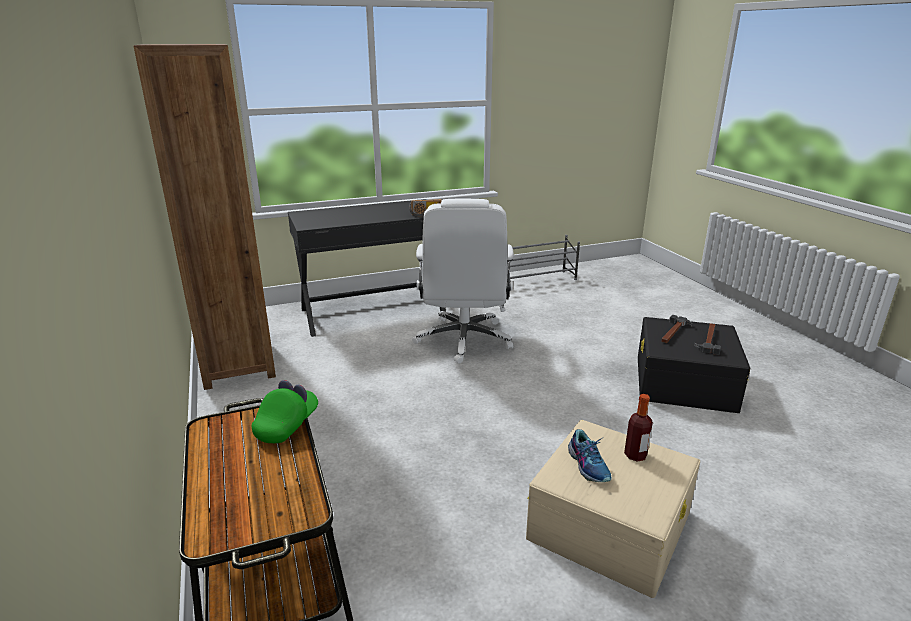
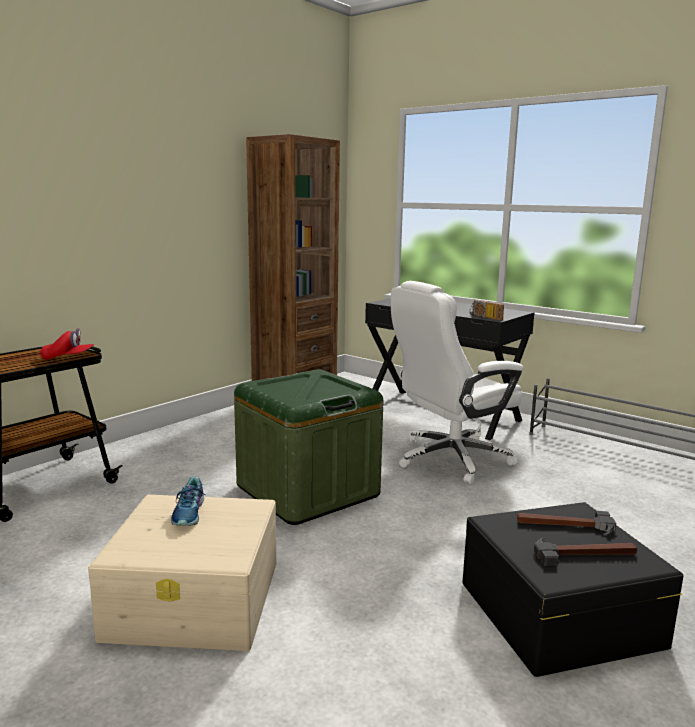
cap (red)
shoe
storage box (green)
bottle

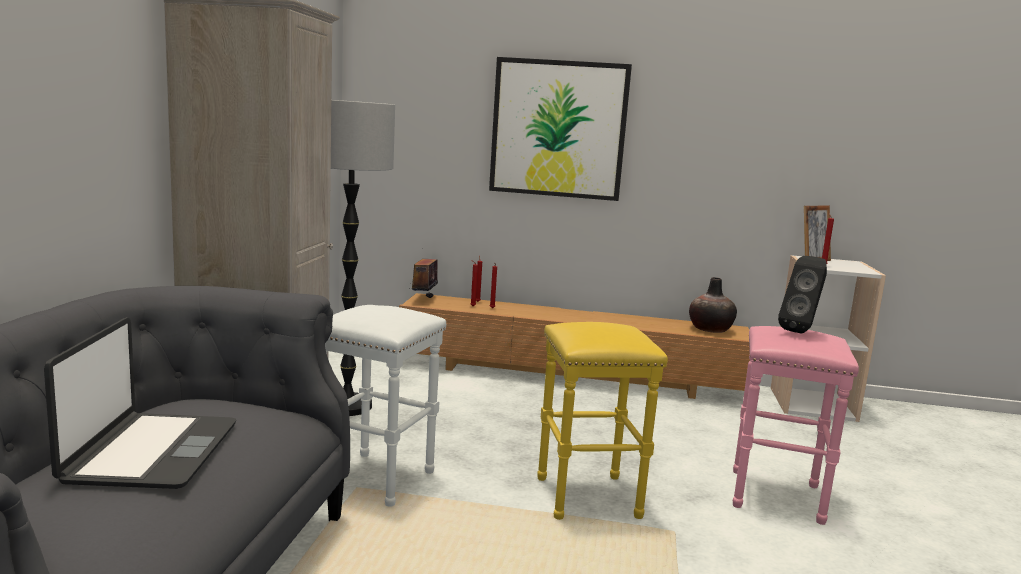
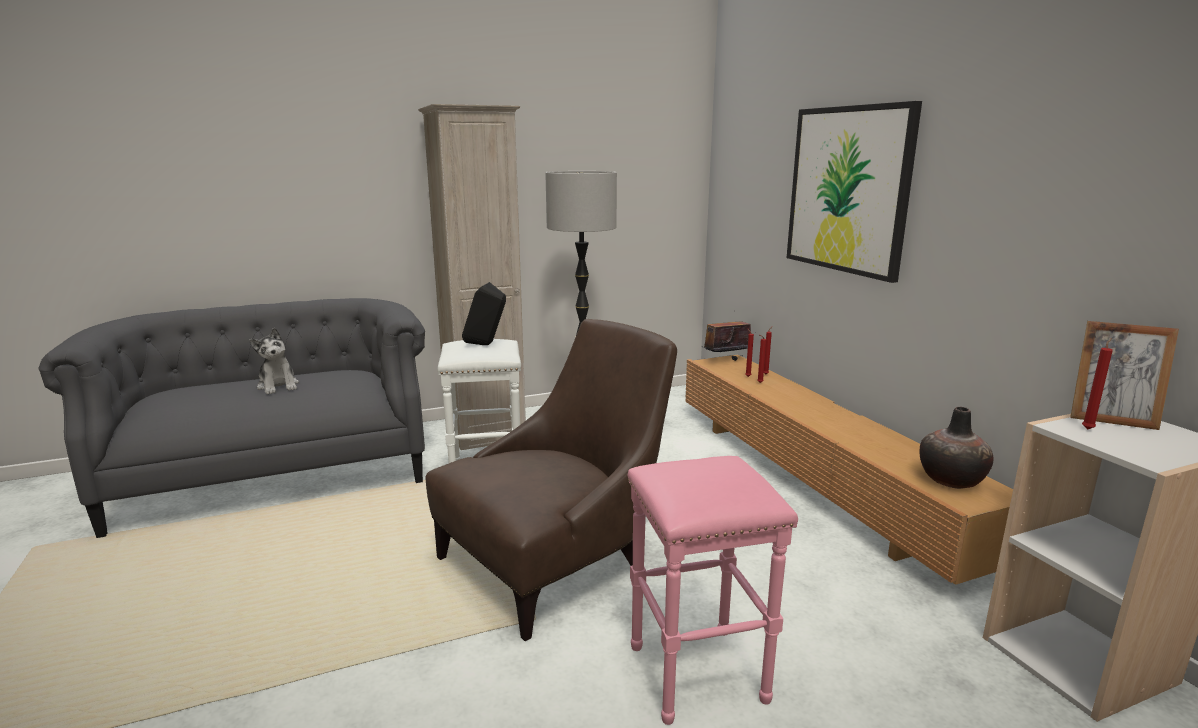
plush toy
armchair (brown)
speaker (black)

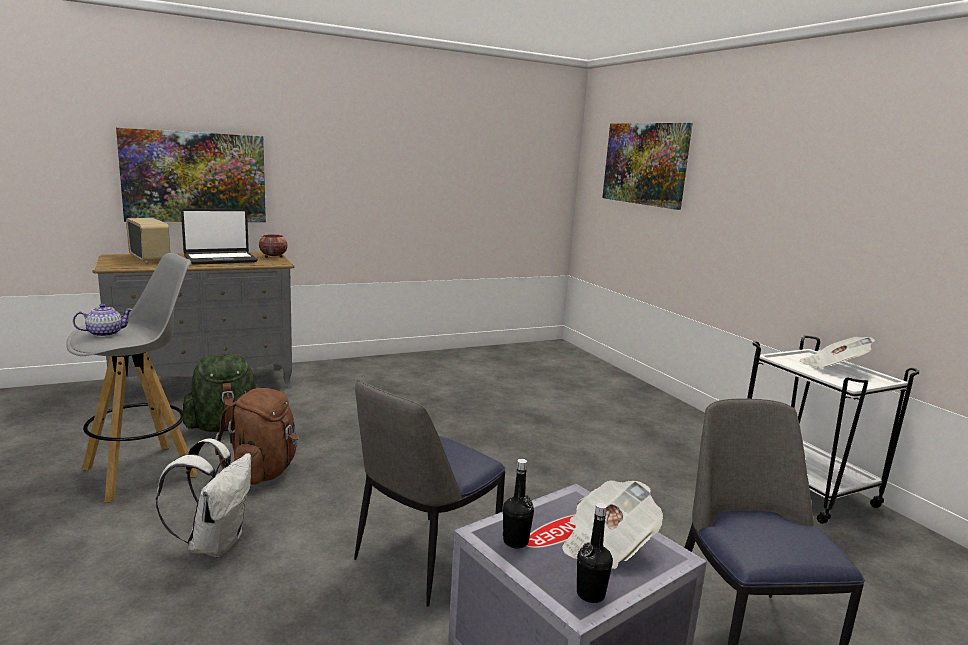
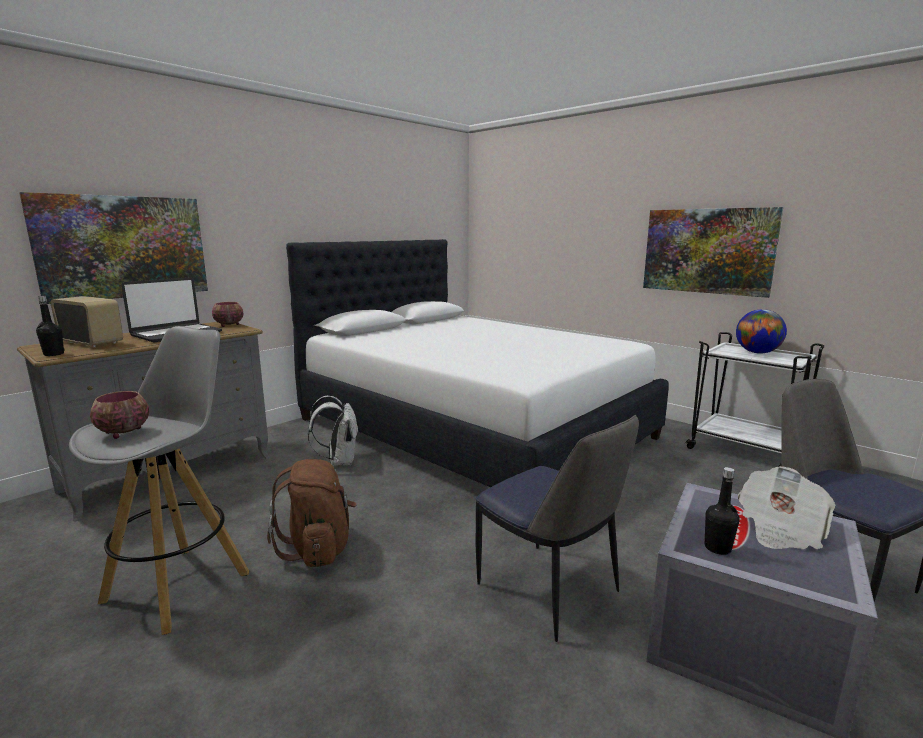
bottle (black) (1st from left)
bowl (1st from left)
bed (white)
backpack (white)
chair (1st from left)
picture (2nd from left)
globe
backpack (green)

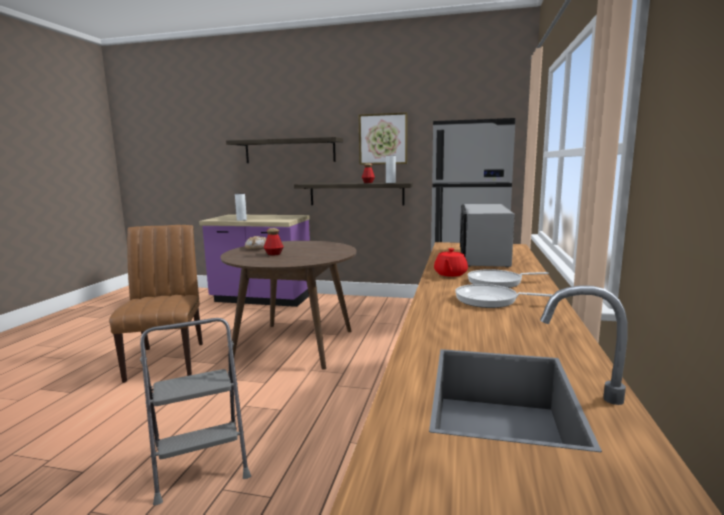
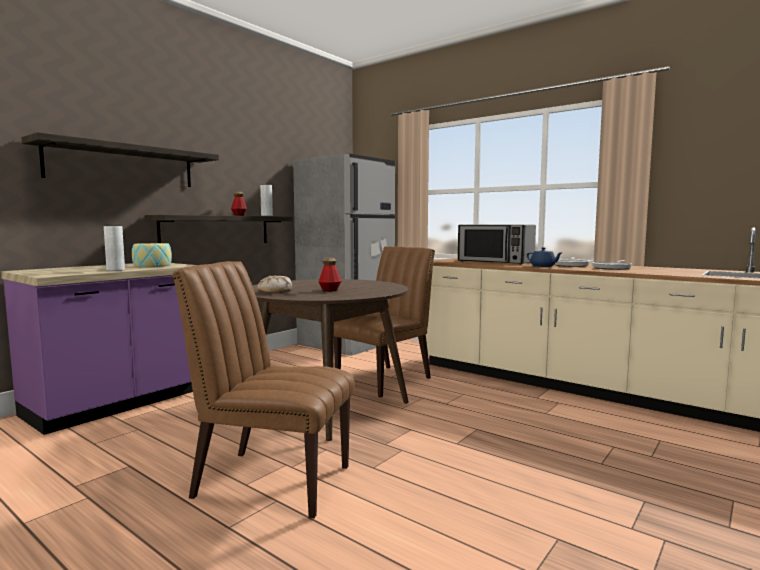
bowl
chair (brown) (2nd from left)
teapot (blue)
step ladder (grey)
picture

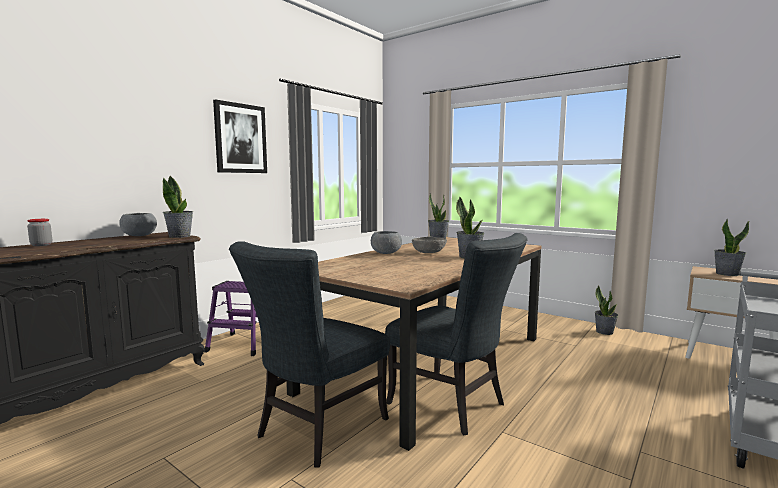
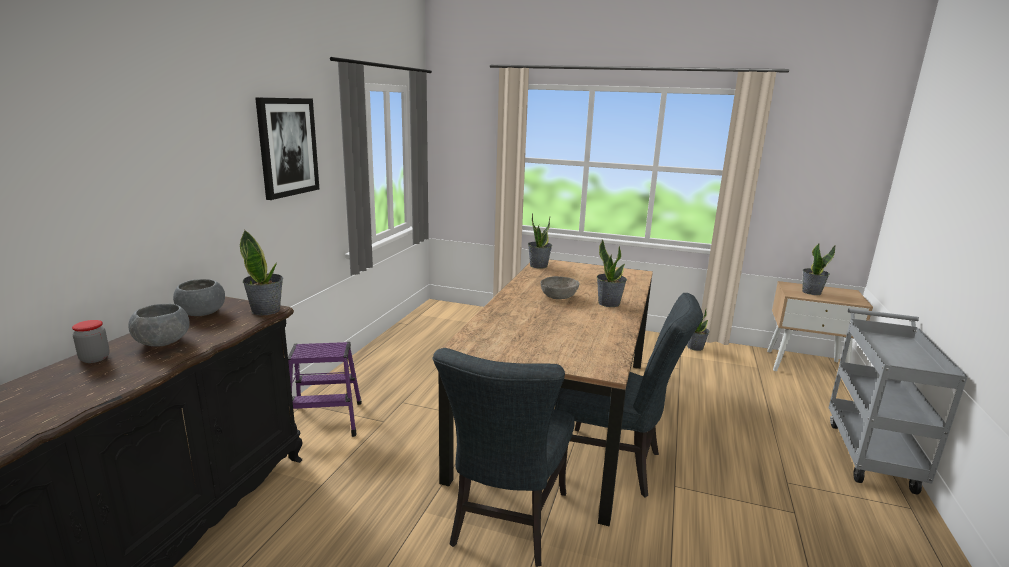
bowl (grey) (1st from left)

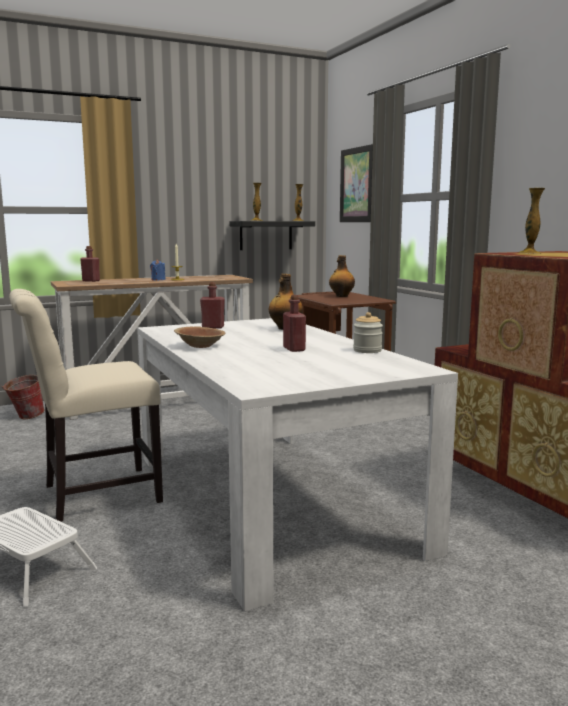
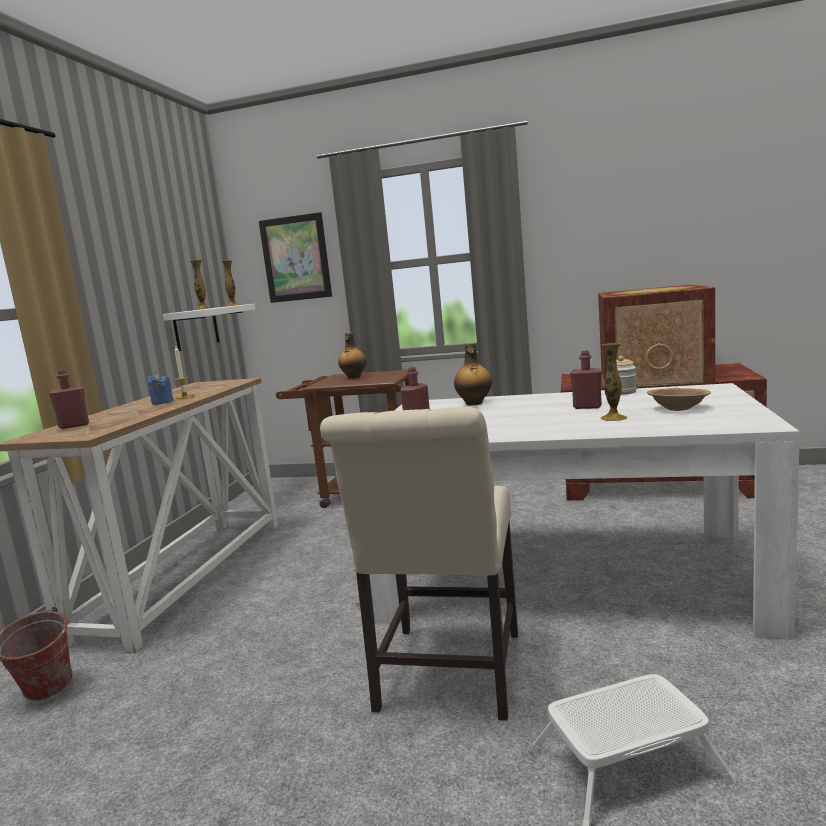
shelf (white)
vase (3rd from left)
bowl (brown)

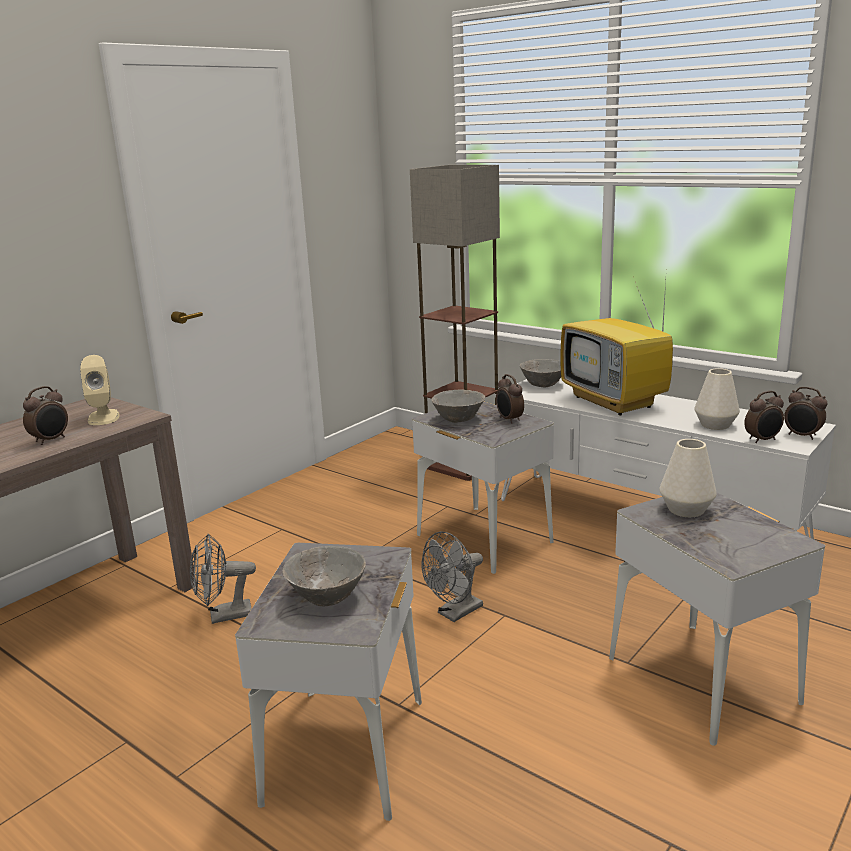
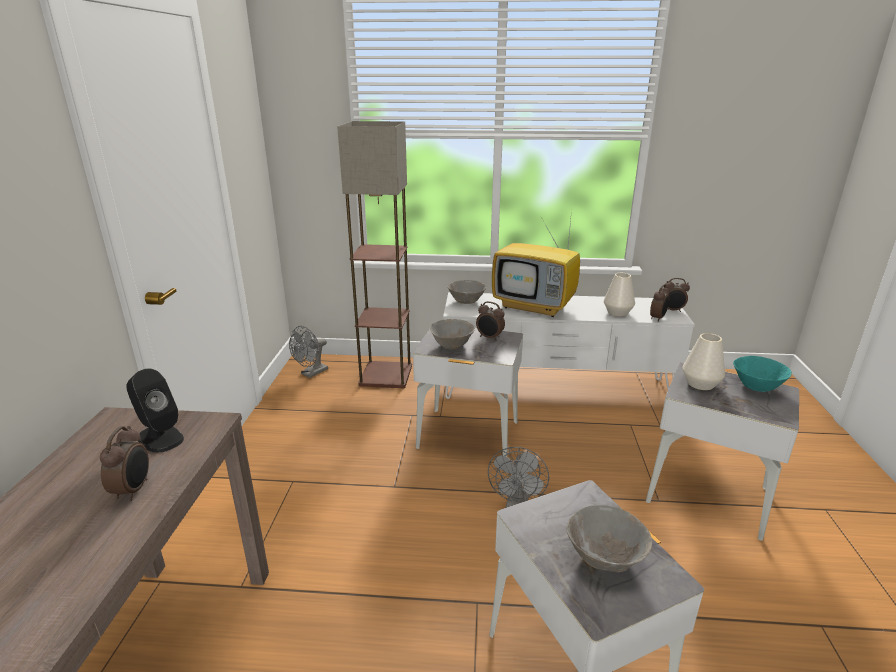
speaker (black)
fan (grey) (1st from left)
bowl (turquoise)

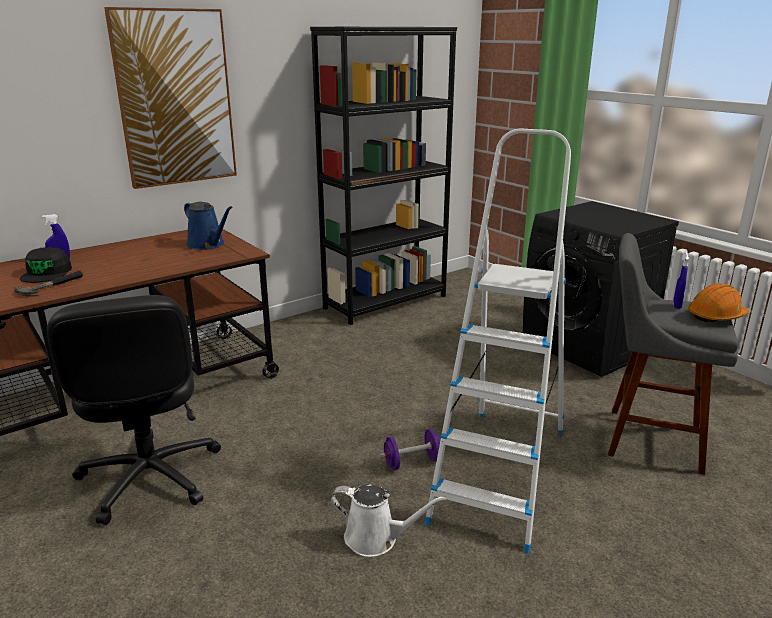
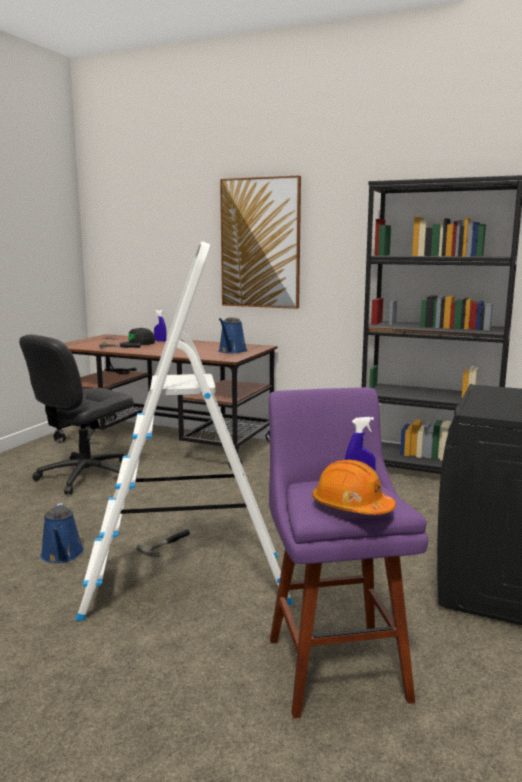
watering can (blue) (1st from left)
hammer (2nd from left)
stool (purple)

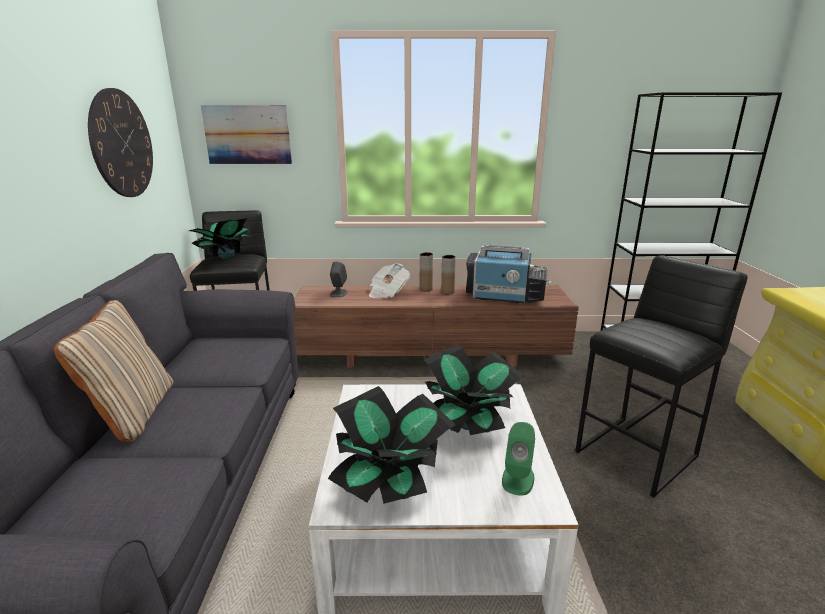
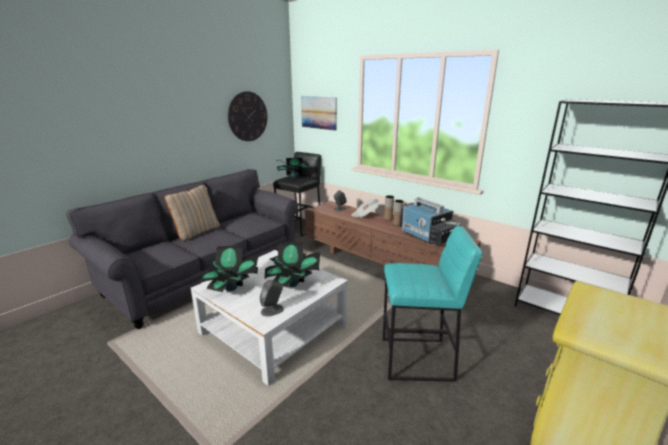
speaker (grey) (1st from left)
stool (turquoise)

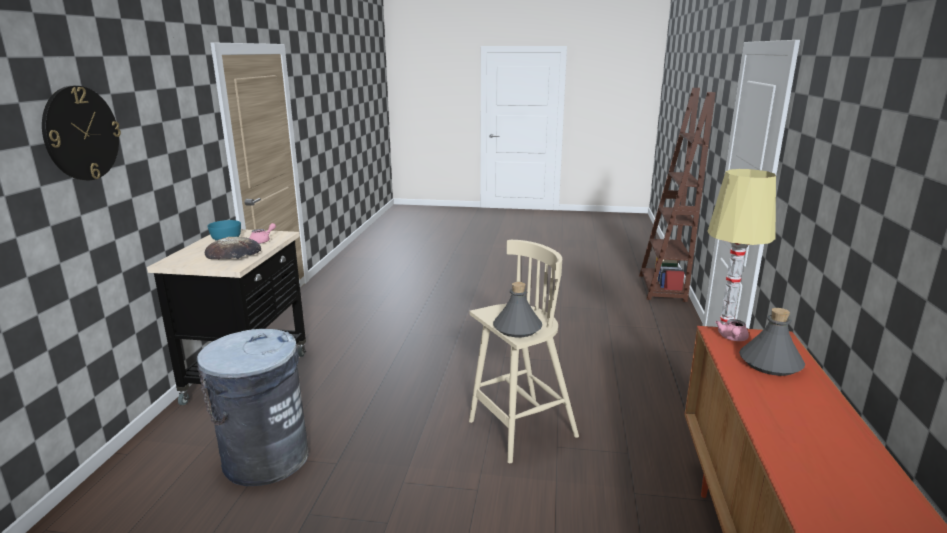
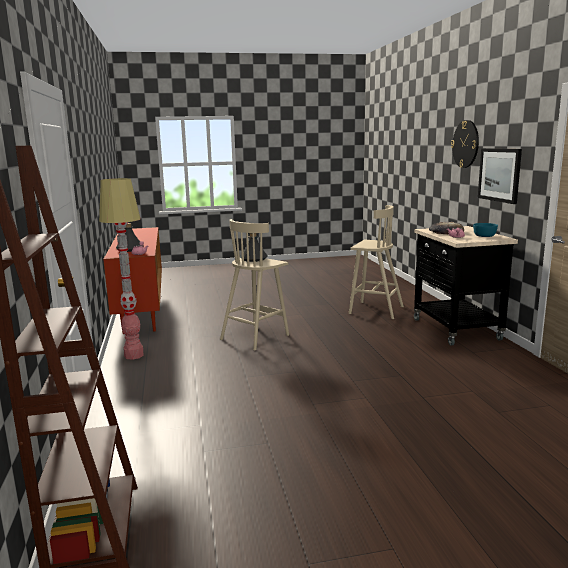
stool (beige) (2nd from left)
picture

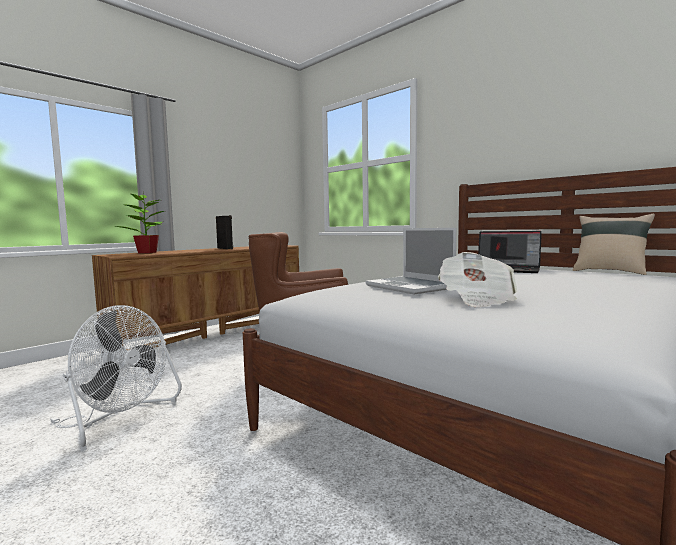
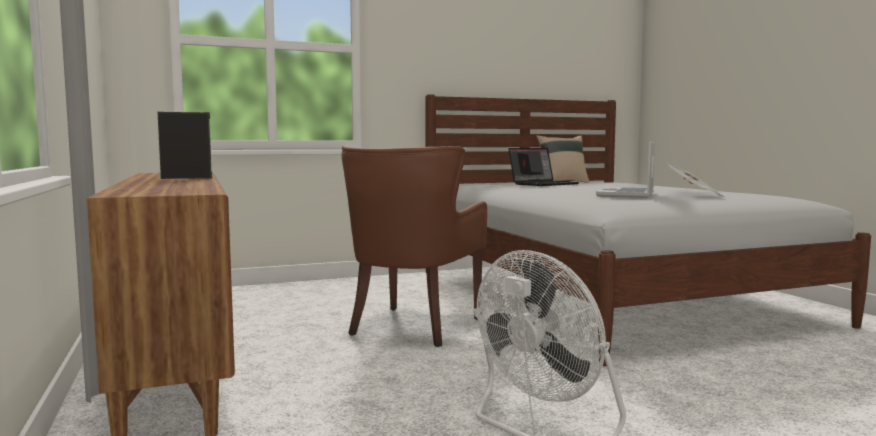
laptop (2nd from left)
potted plant

